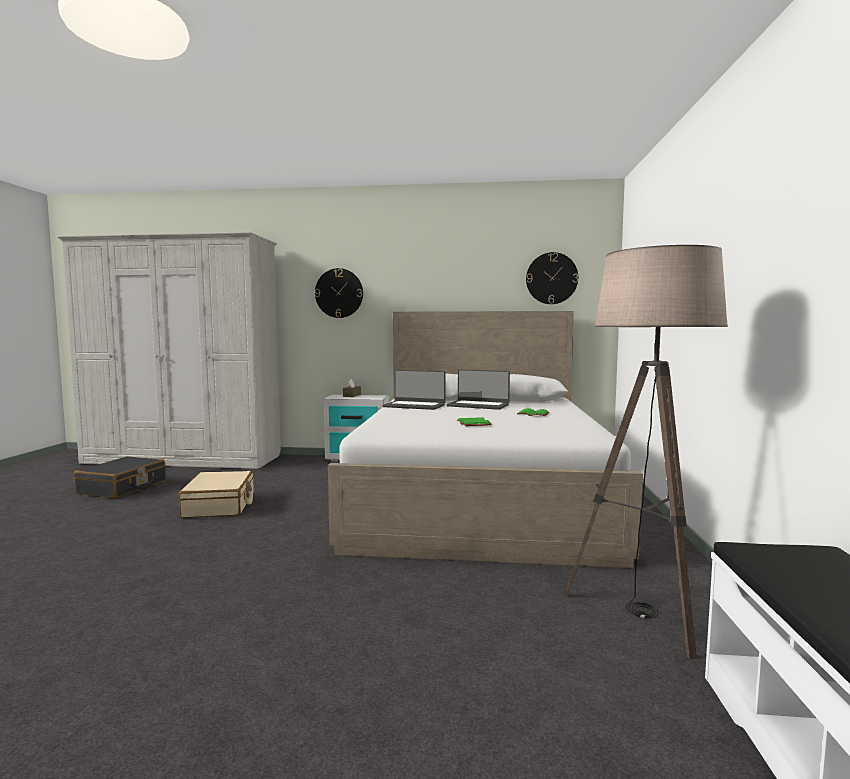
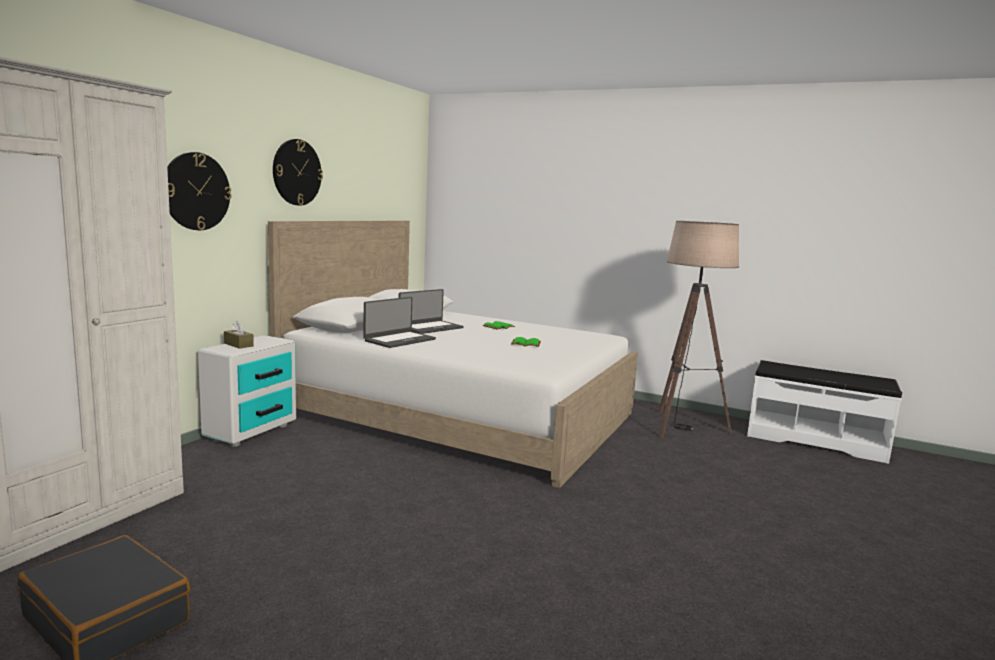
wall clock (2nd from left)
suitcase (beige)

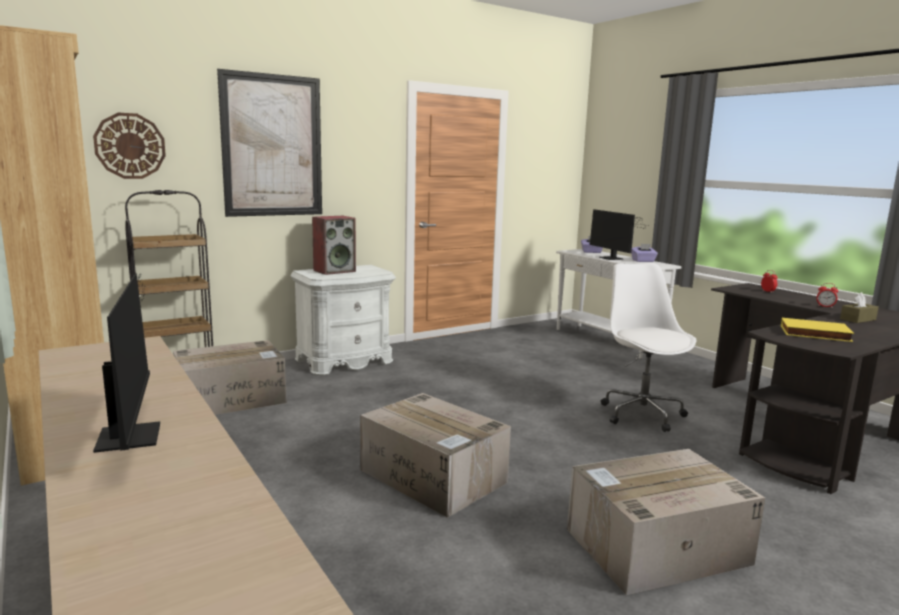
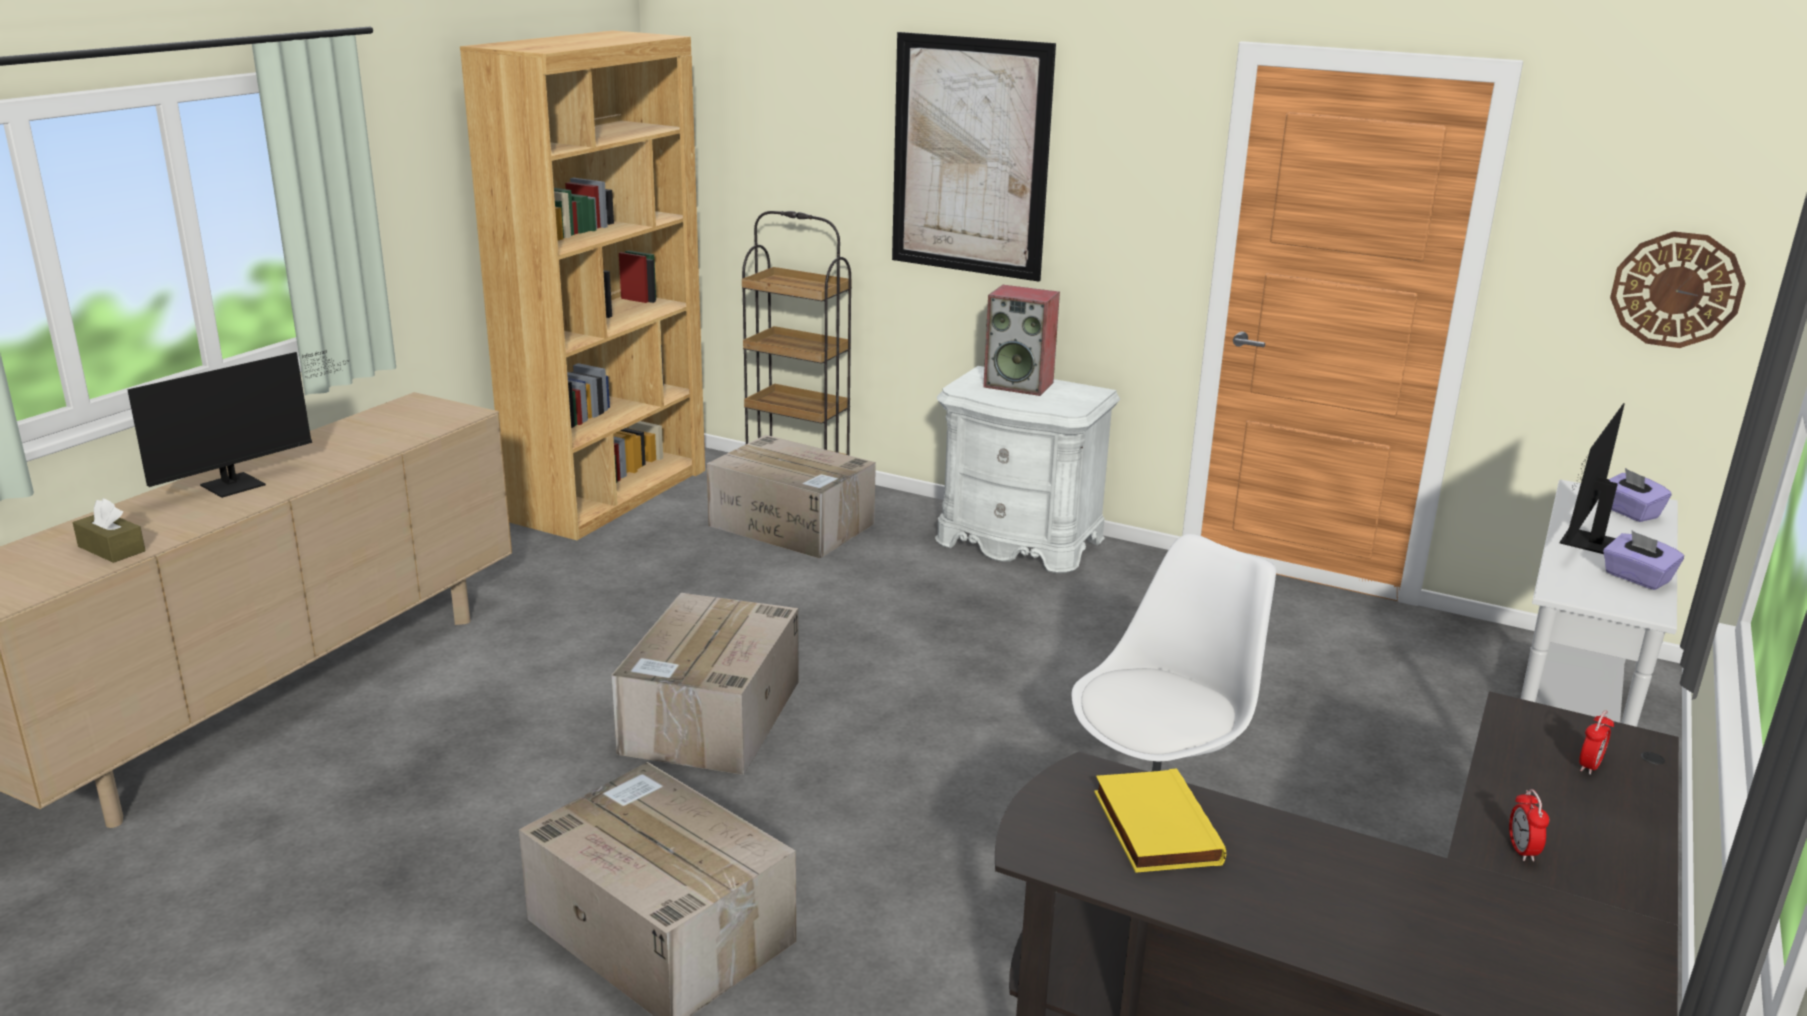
tissue box (brown)
wall clock

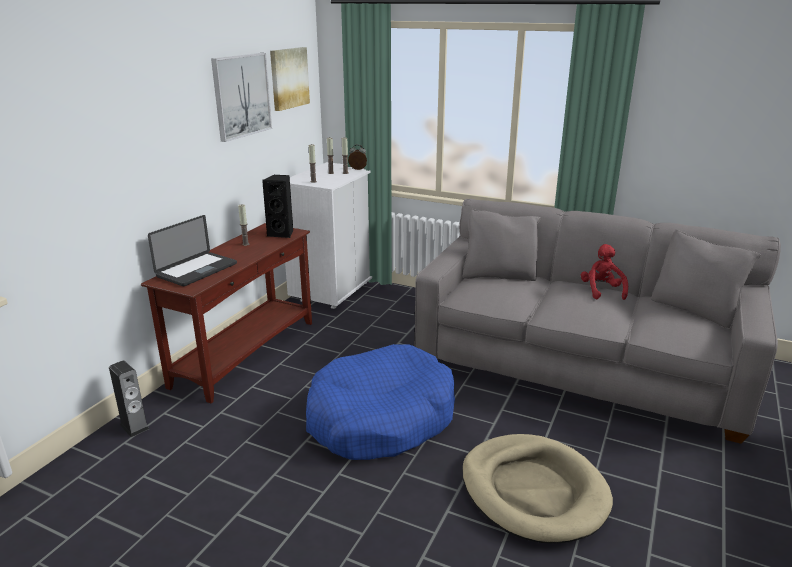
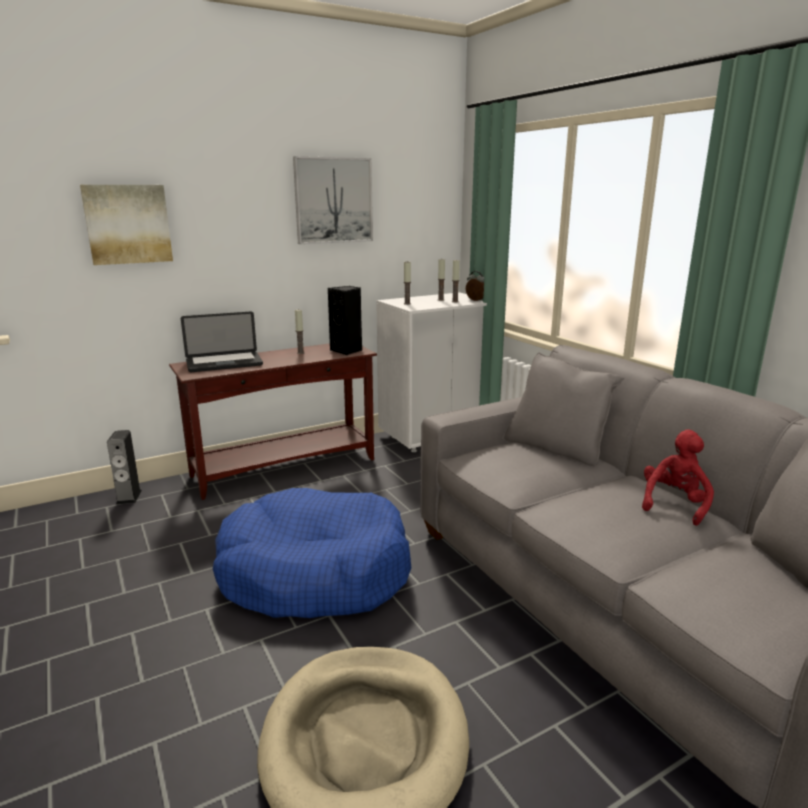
picture (1st from left)

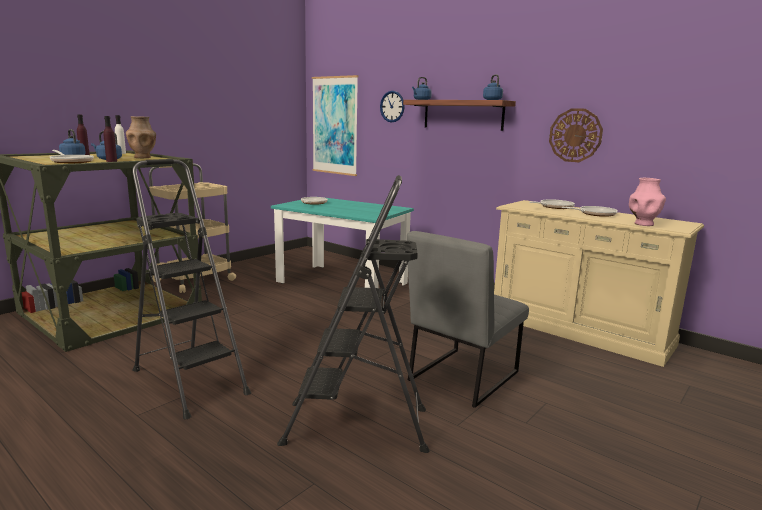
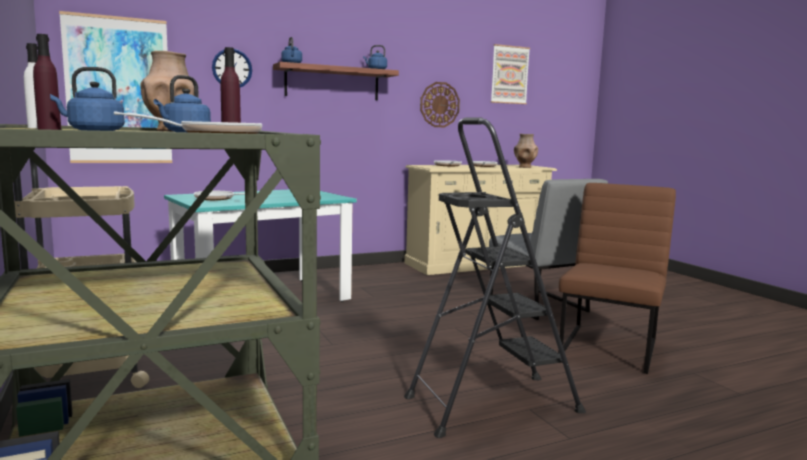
picture (2nd from left)
vase (brown) (2nd from left)
chair (brown)

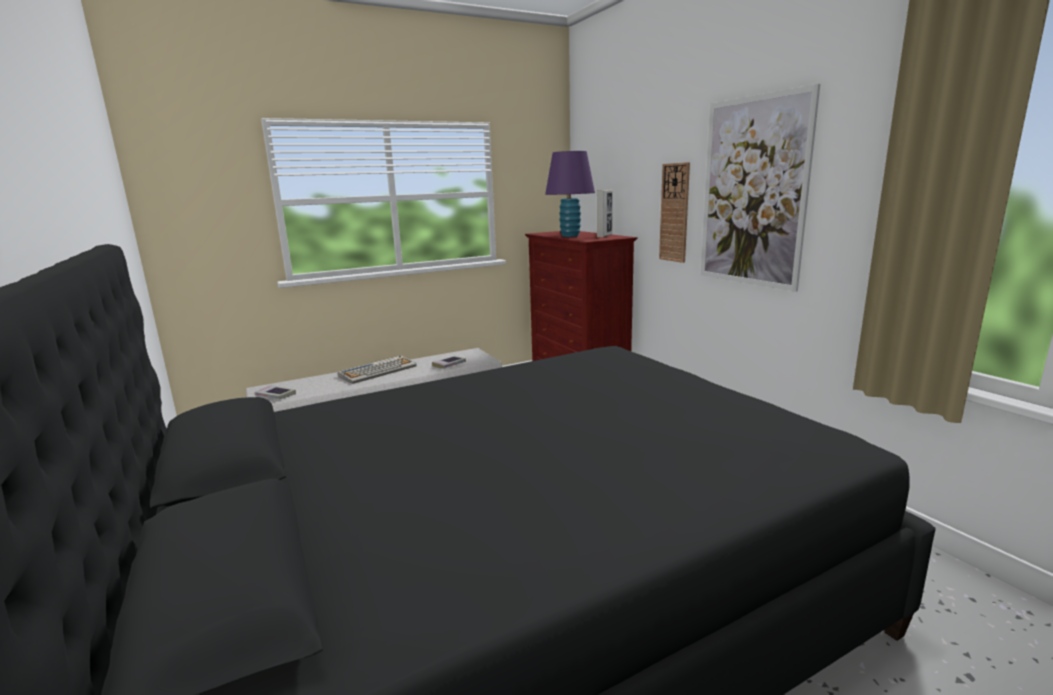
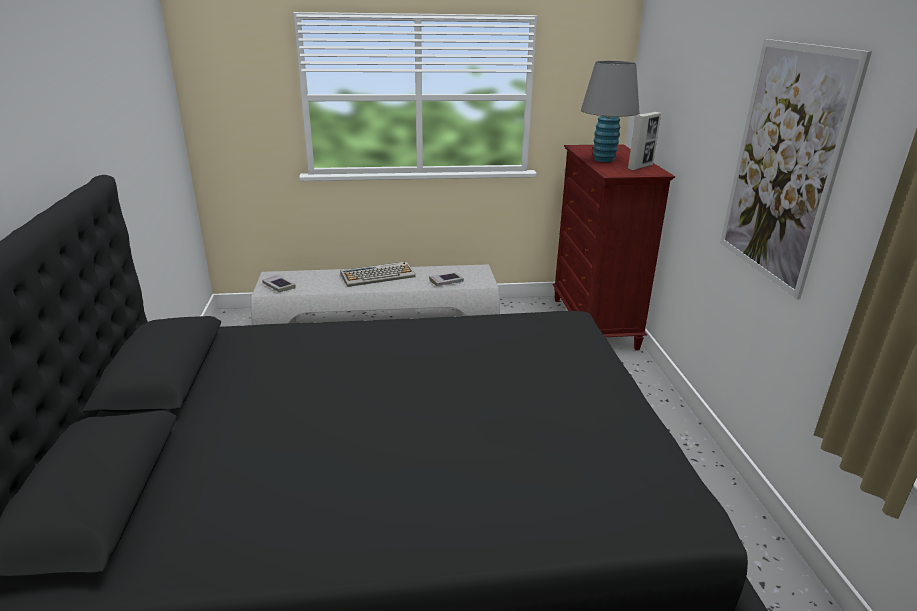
table lamp (grey)
wall clock

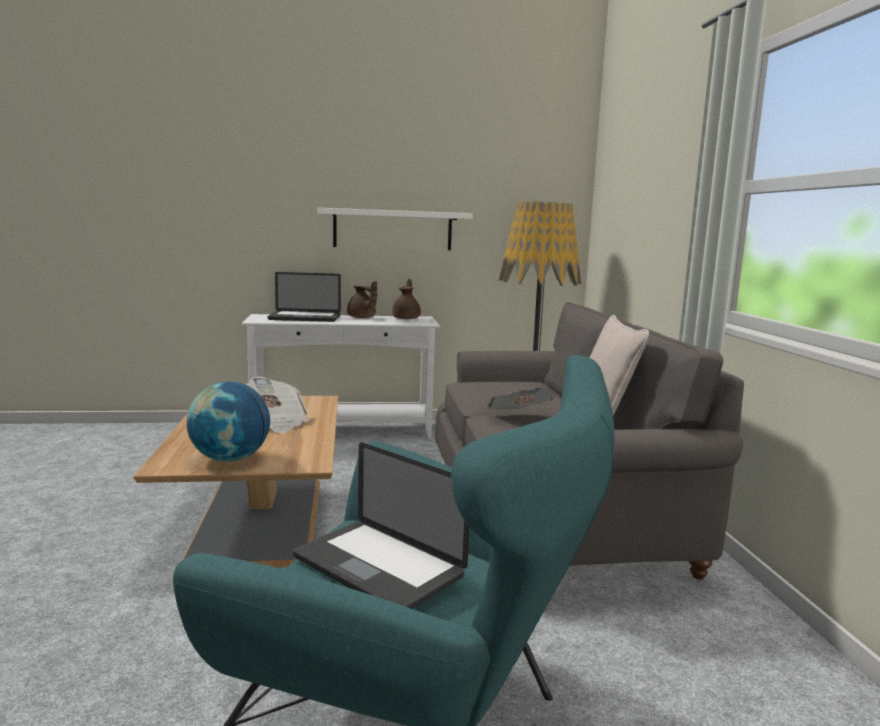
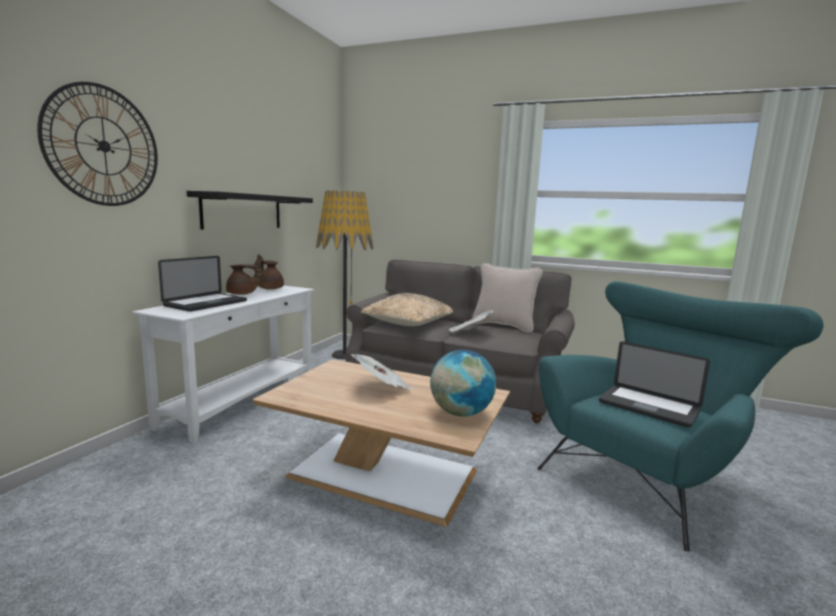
wall clock
shelf (black)
pillow (beige) (1st from left)
laptop (2nd from left)

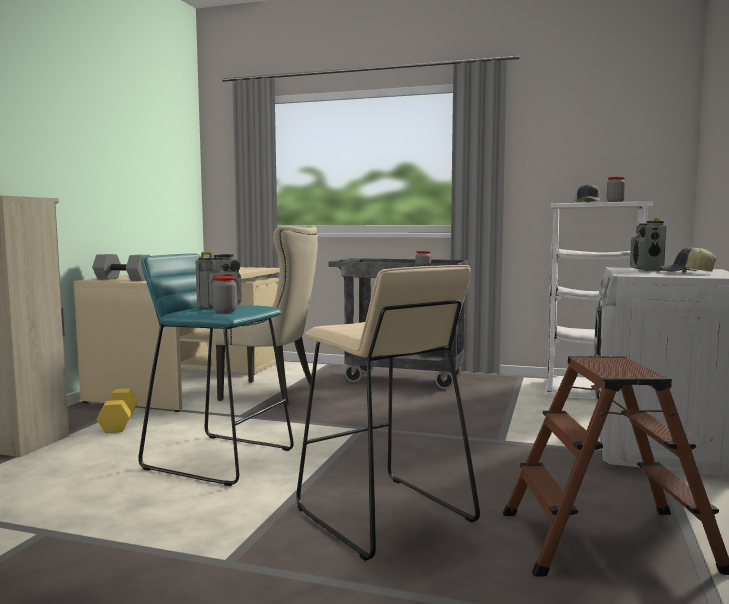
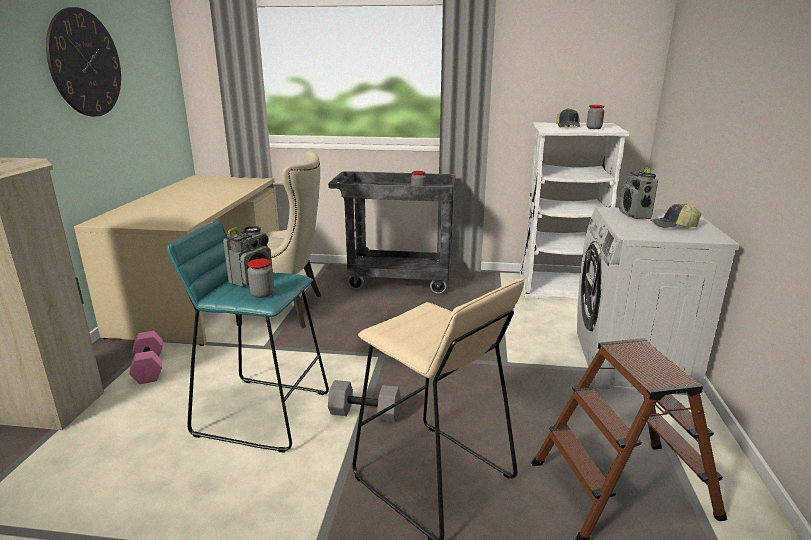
wall clock
dumbbell (pink)
dumbbell (grey)

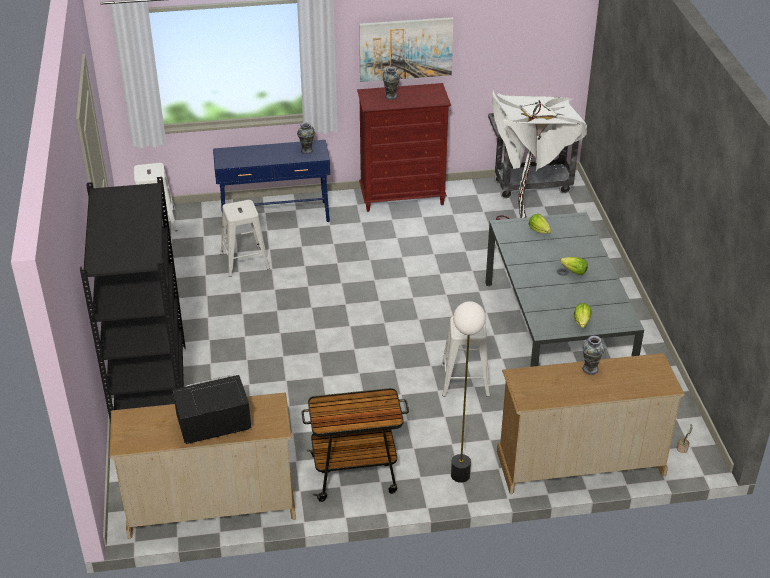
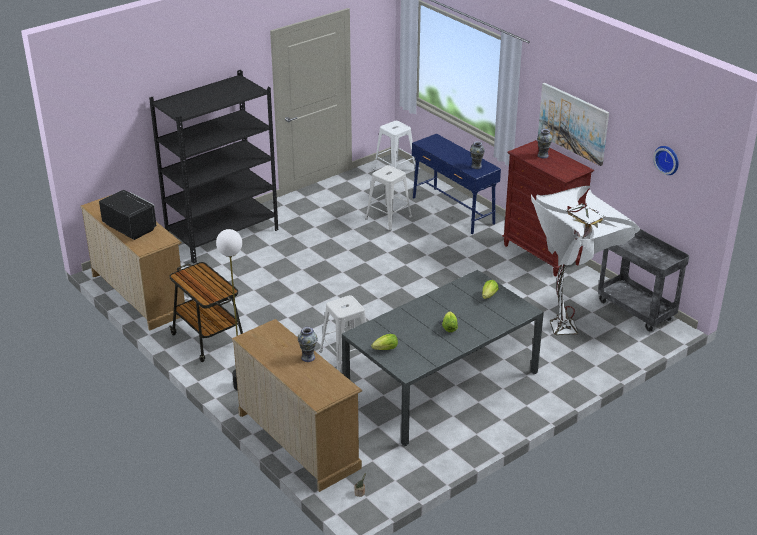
wall clock

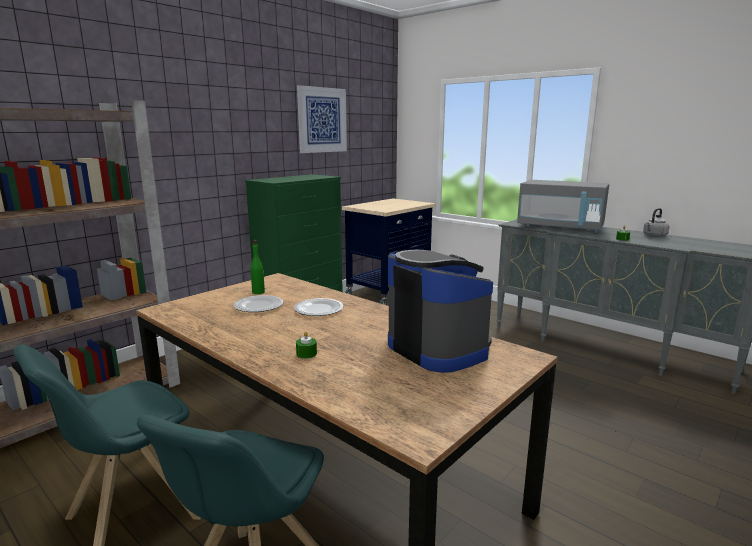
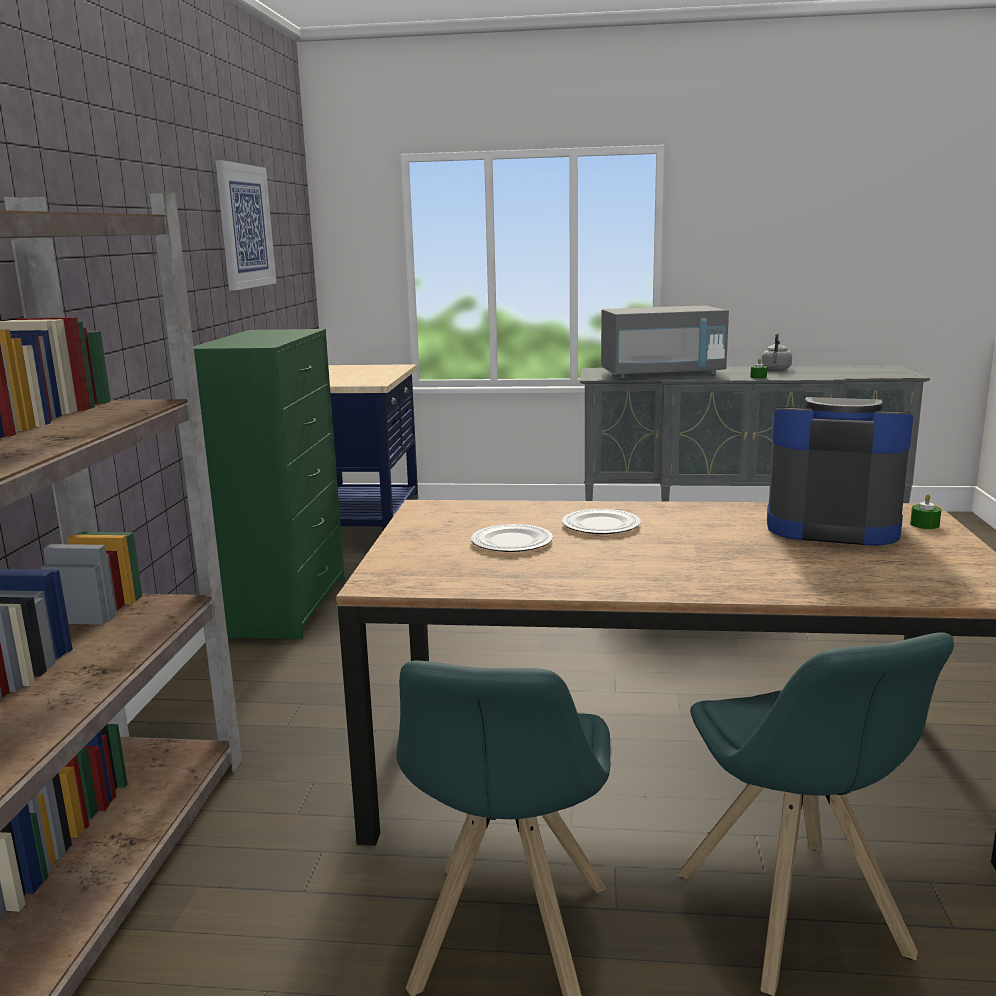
candle (green) (2nd from left)
bottle (green)

